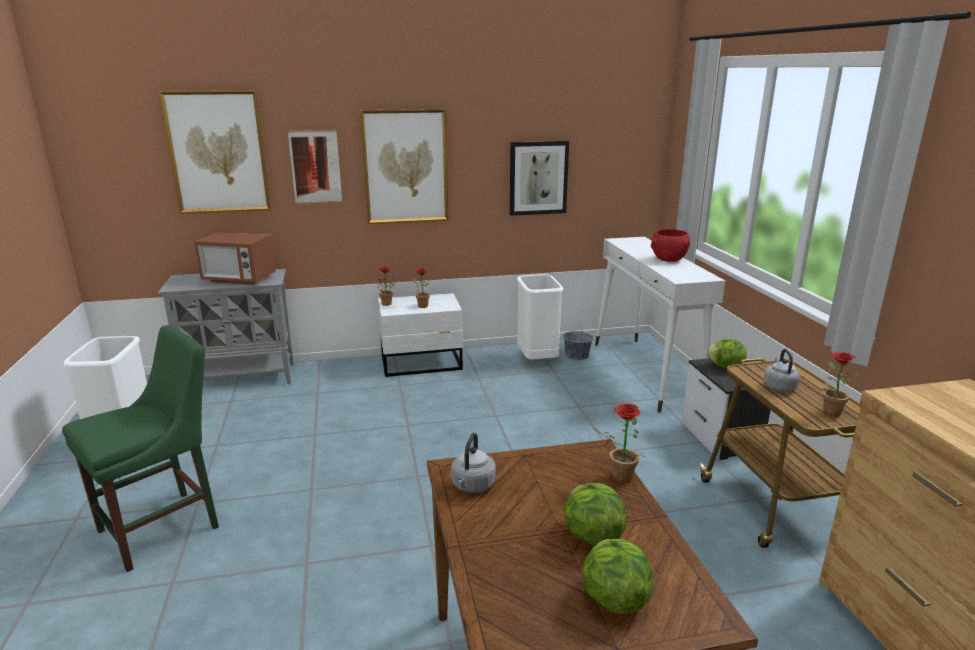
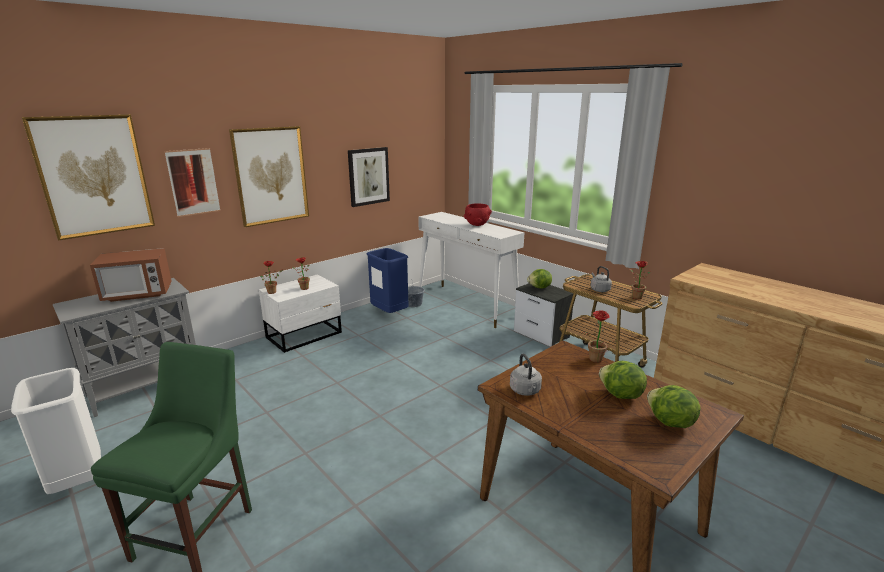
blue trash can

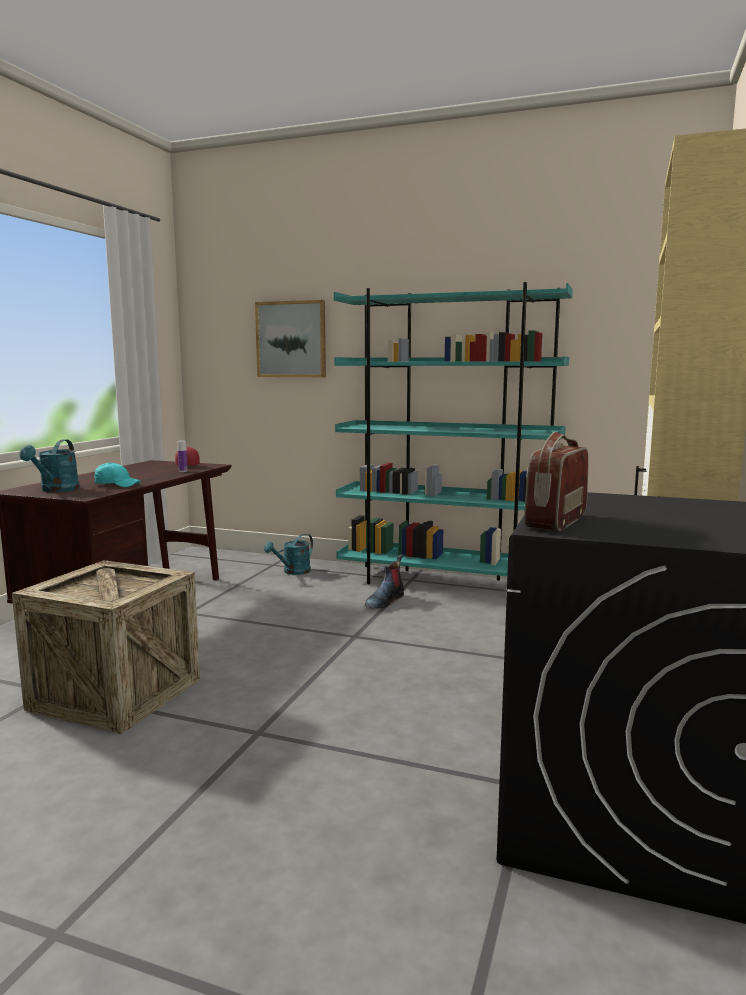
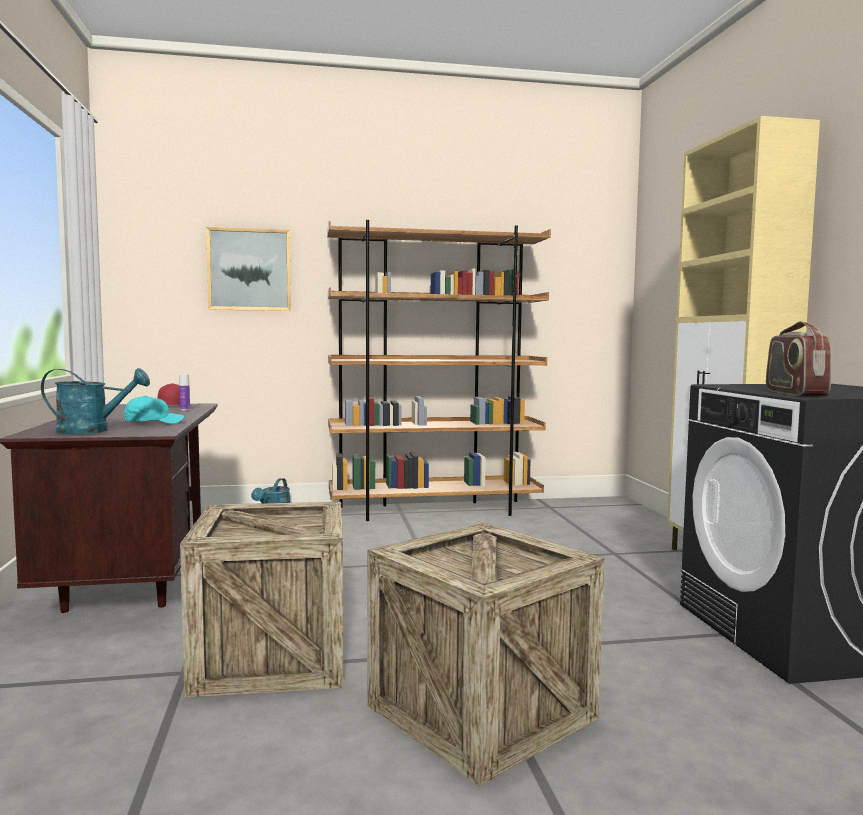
brown bookcase; turquoise watering can (1st from left); boot; crate (2nd from left)

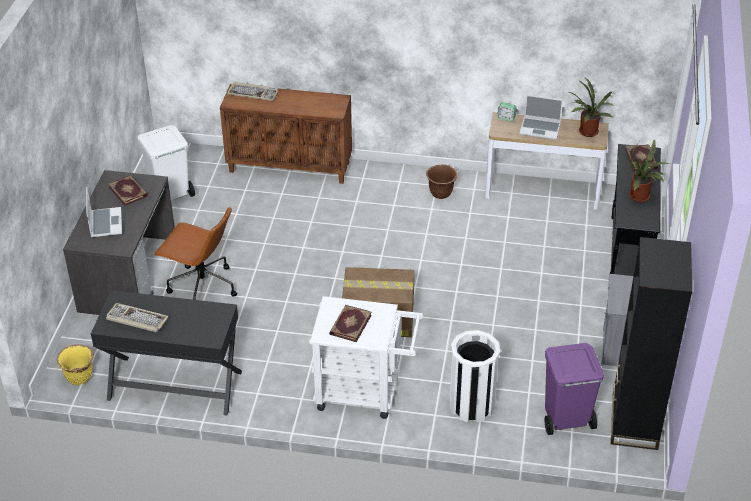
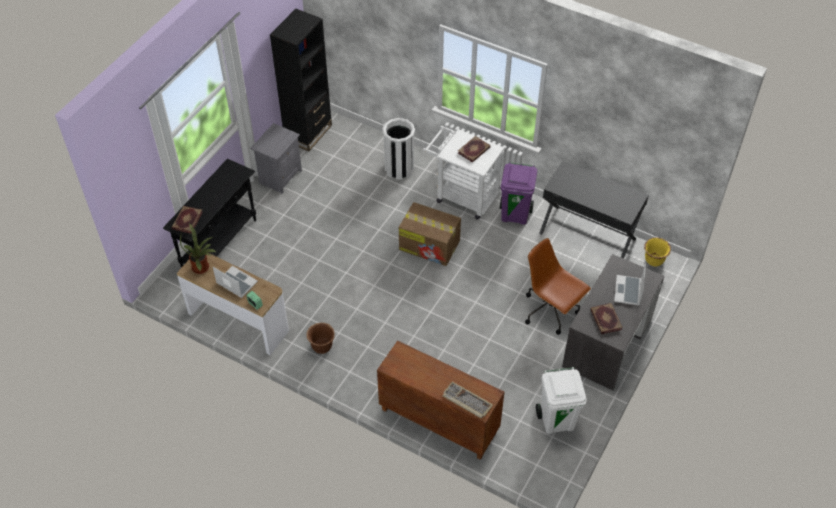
potted plant (2nd from left in the first image); keyboard (1st from left in the first image); purple trash can

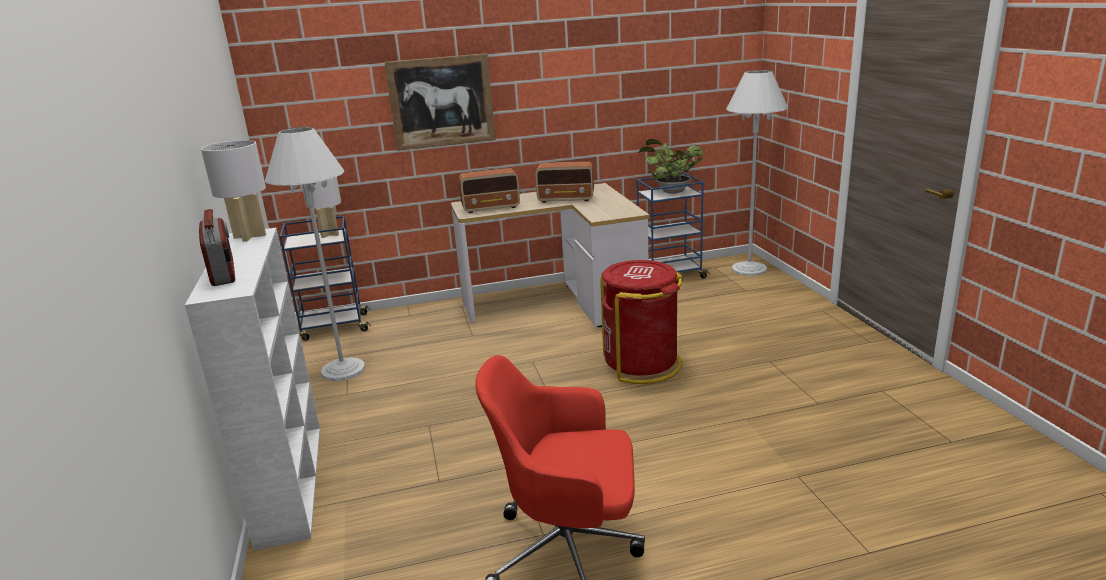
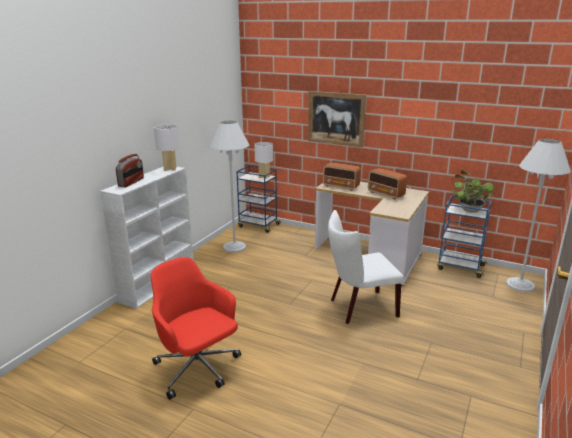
white chair

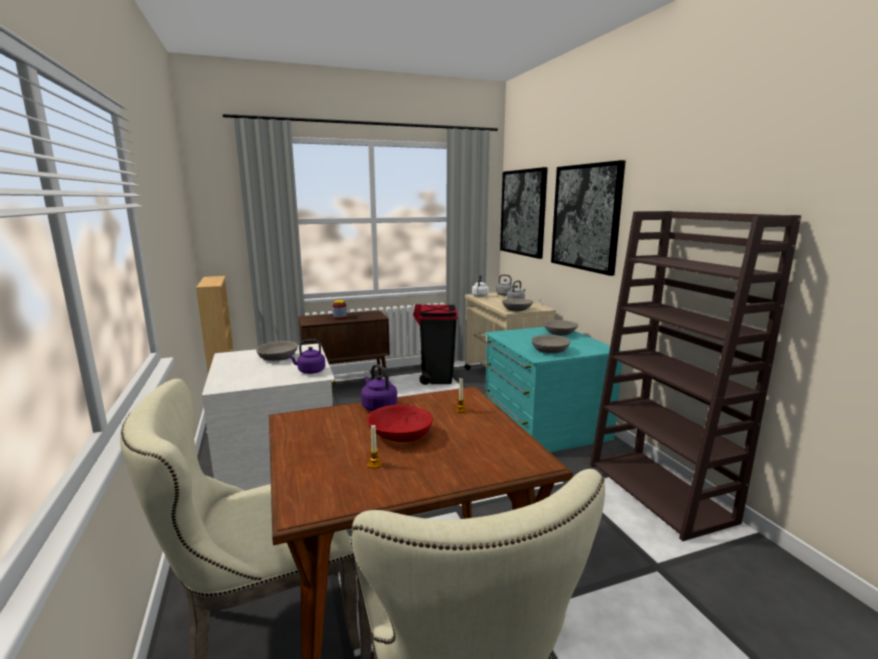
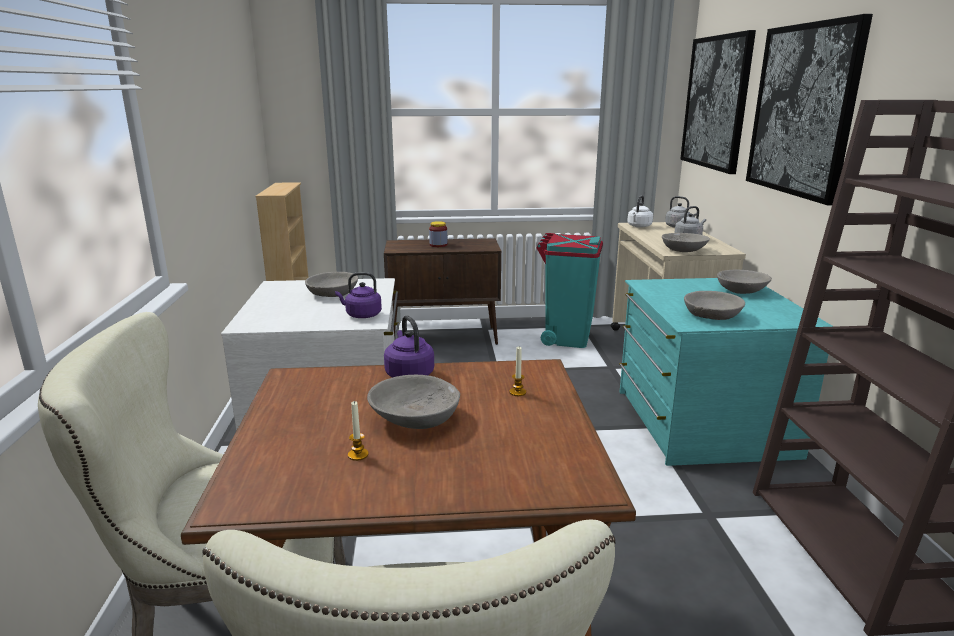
turquoise trash can; grey bowl (2nd from left)

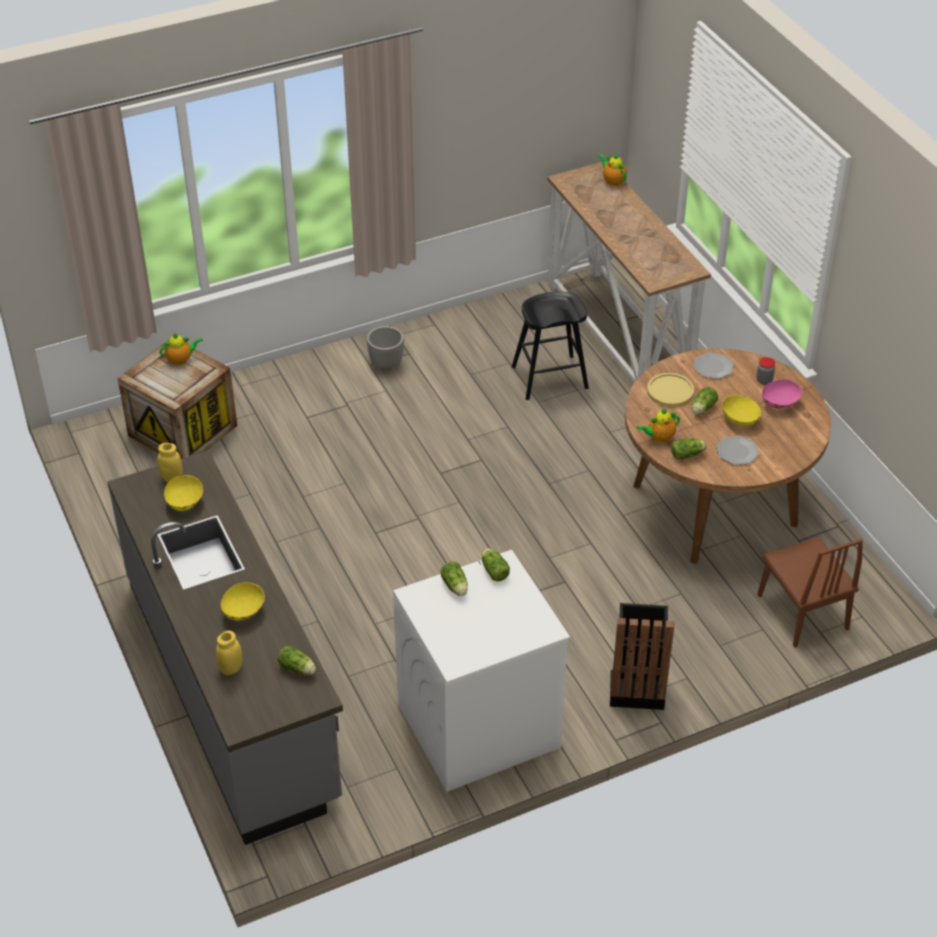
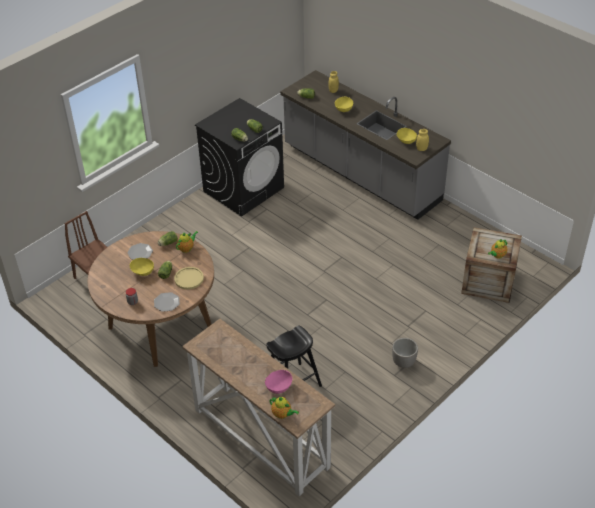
pink bowl; black washing machine; black trash can

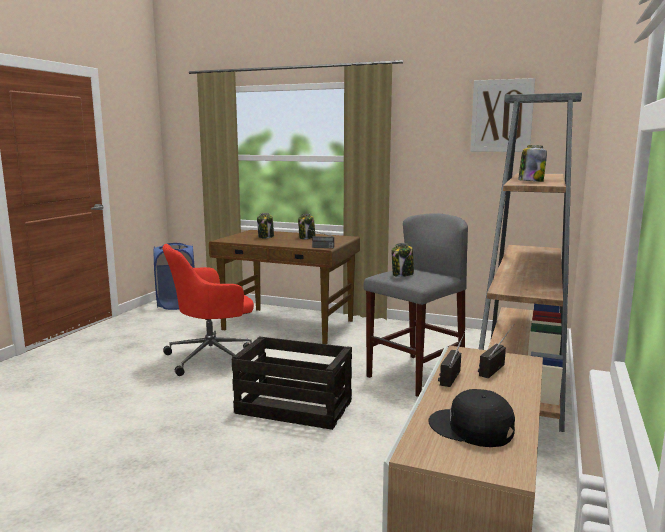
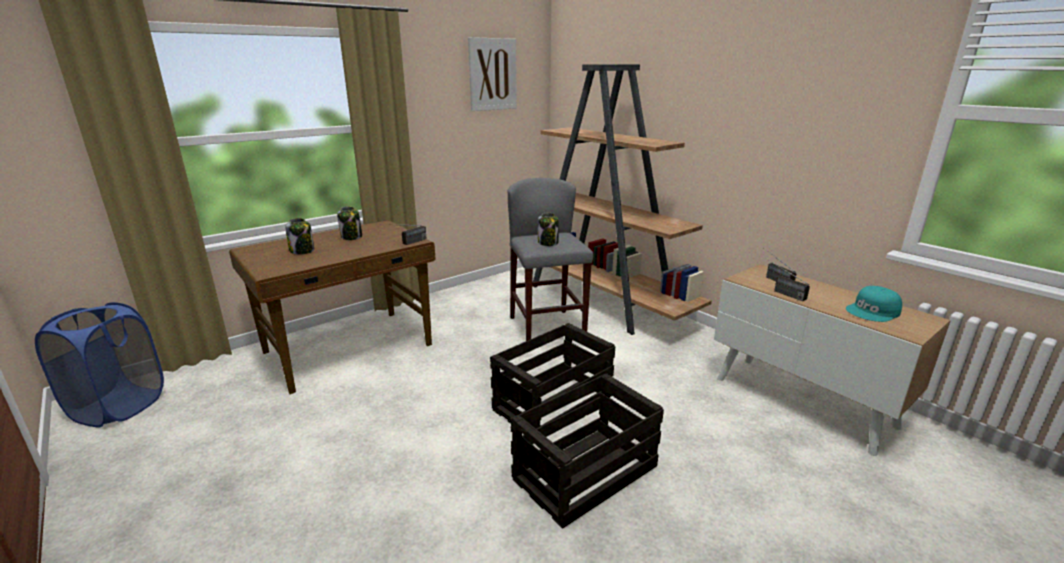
jar (4th from left in the first image); red office chair; turquoise cap; crate (2nd from left)

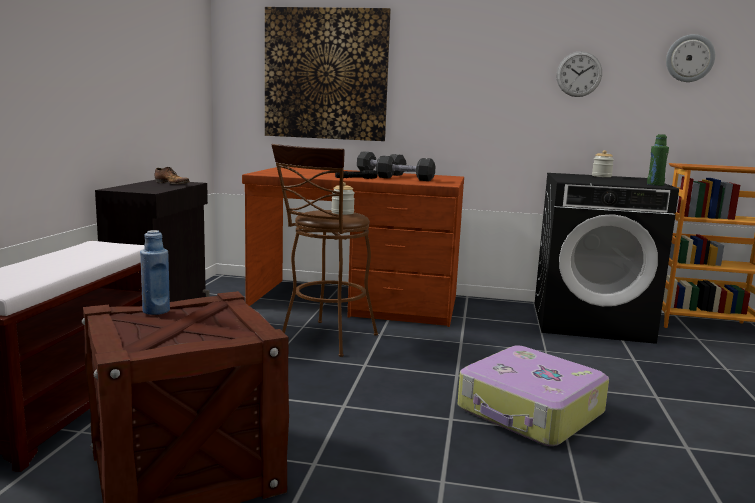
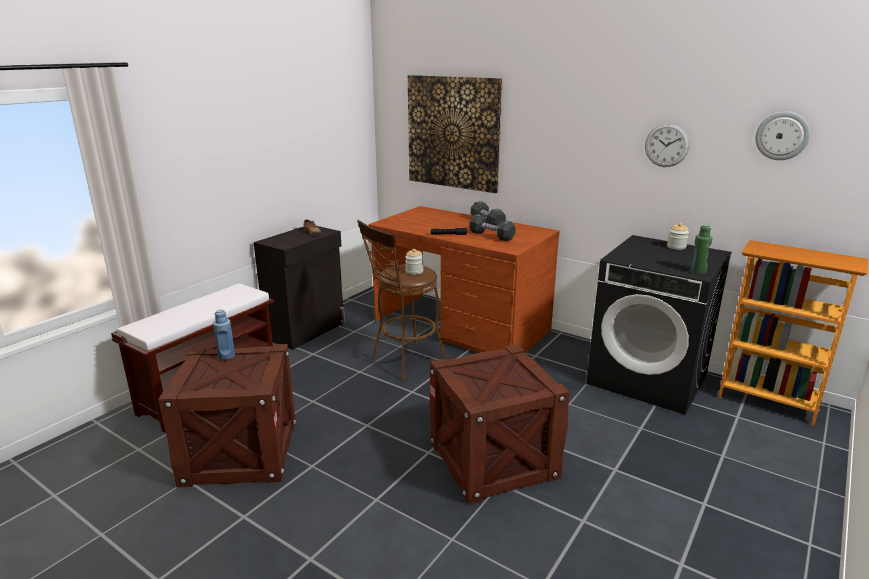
crate (2nd from left)

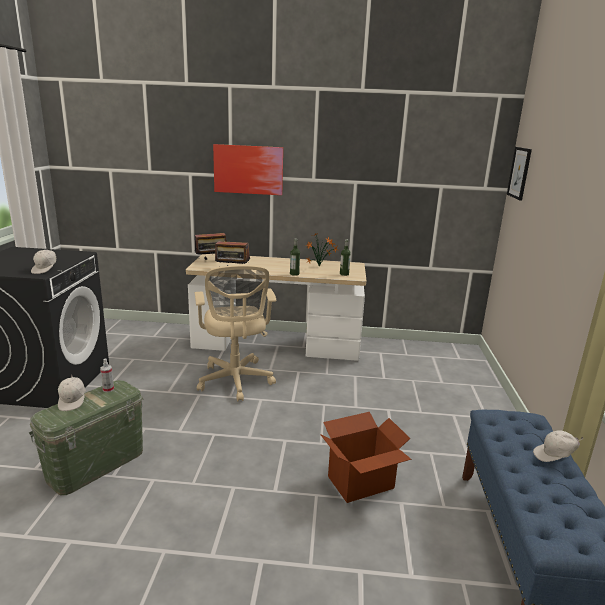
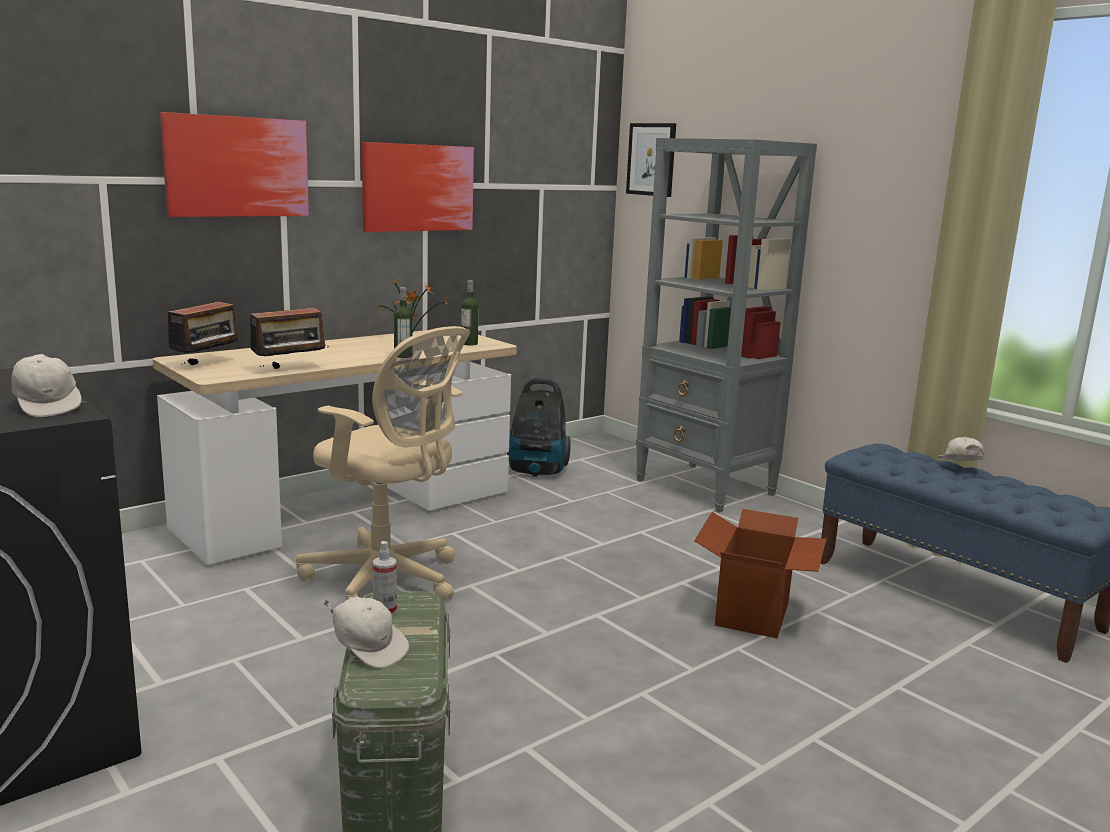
white cap (3rd from left); grey bookcase; picture (2nd from left); vacuum cleaner

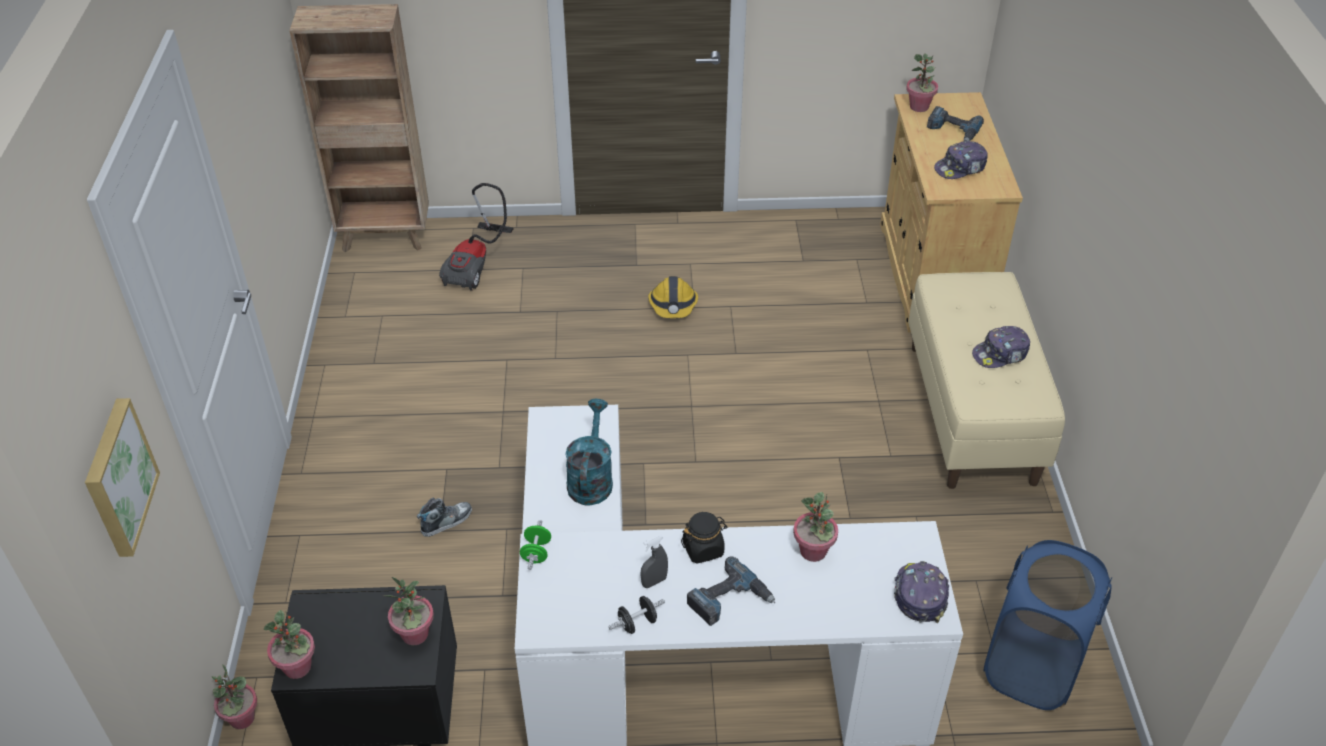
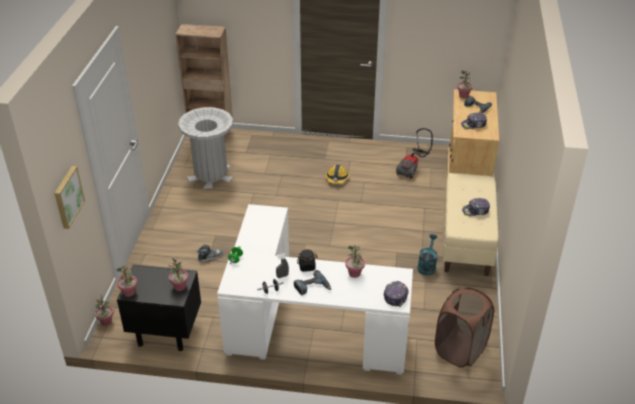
vacuum cleaner; turquoise watering can; brown laundry basket; grey trash can

